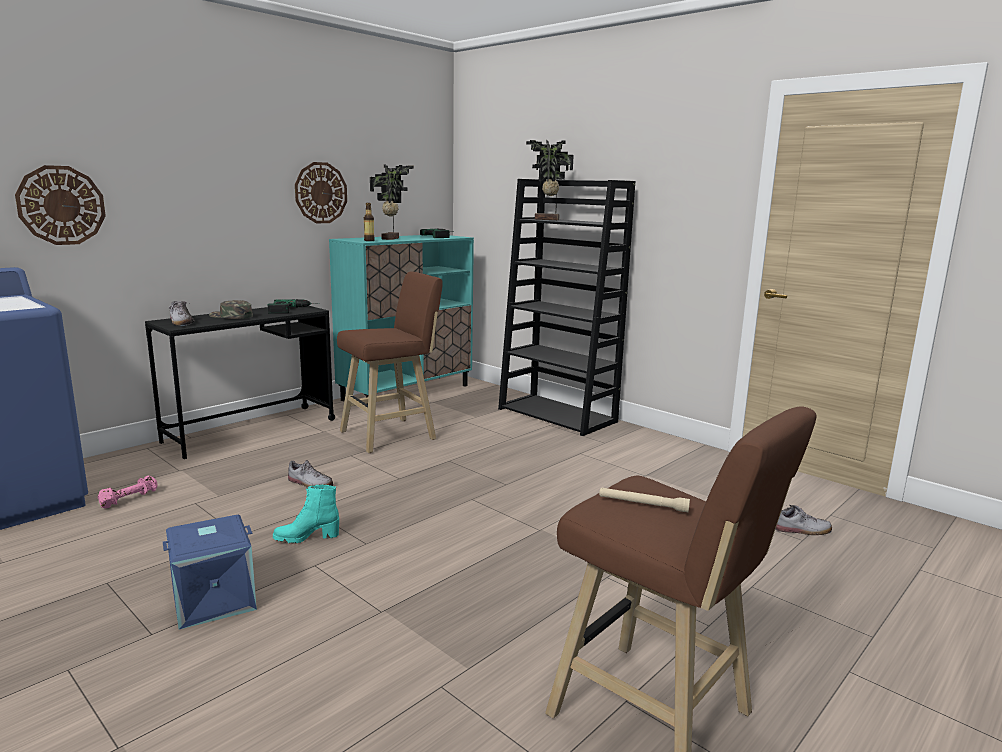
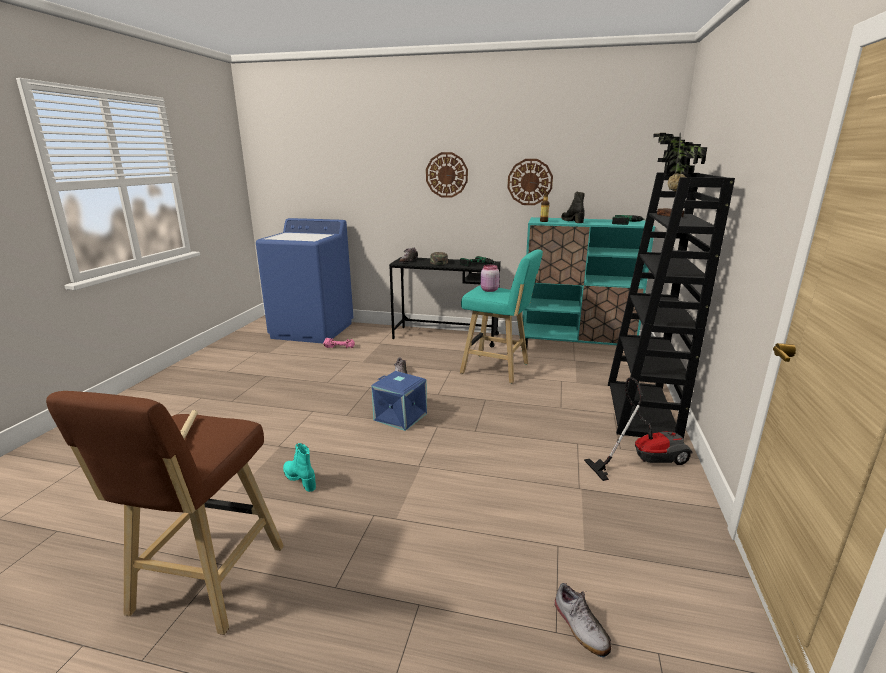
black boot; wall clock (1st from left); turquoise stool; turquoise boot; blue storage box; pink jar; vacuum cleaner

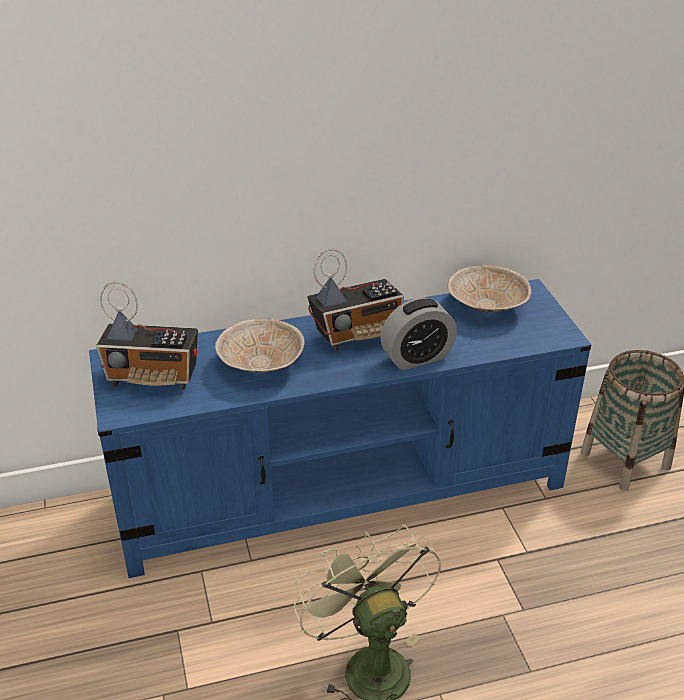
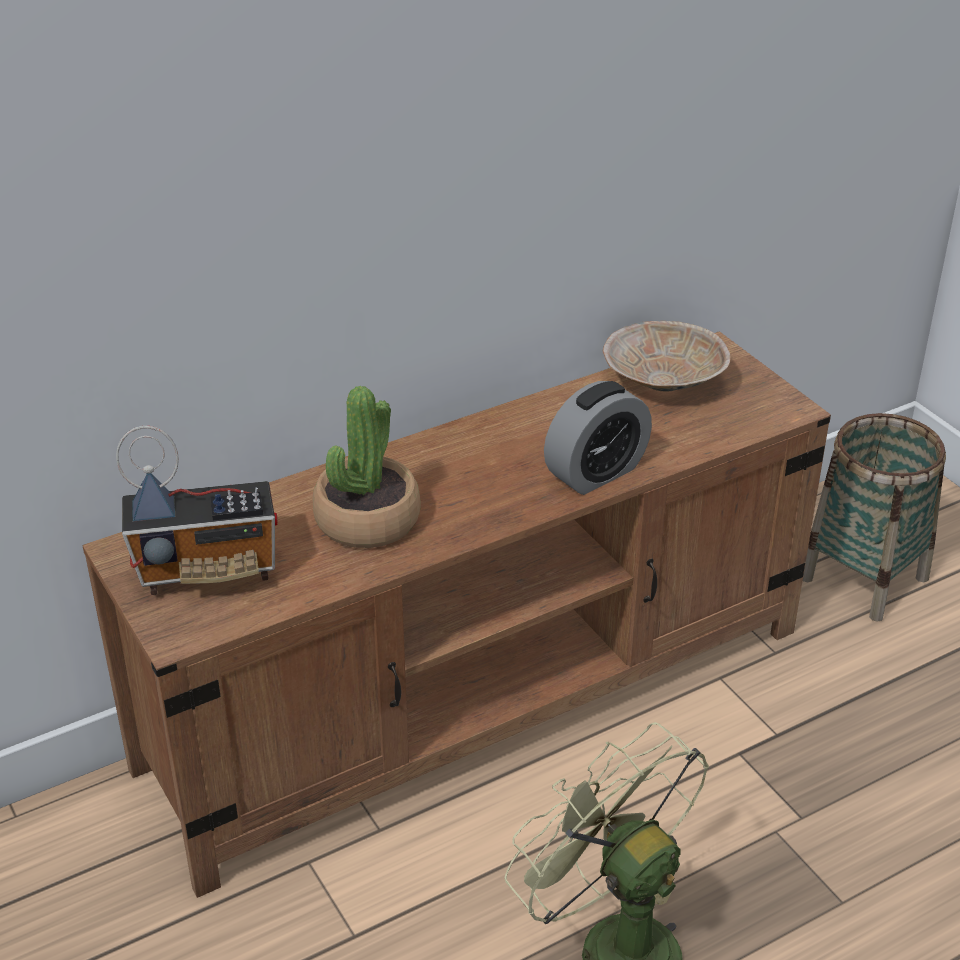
radio (2nd from left in the first image); brown tv stand; potted plant

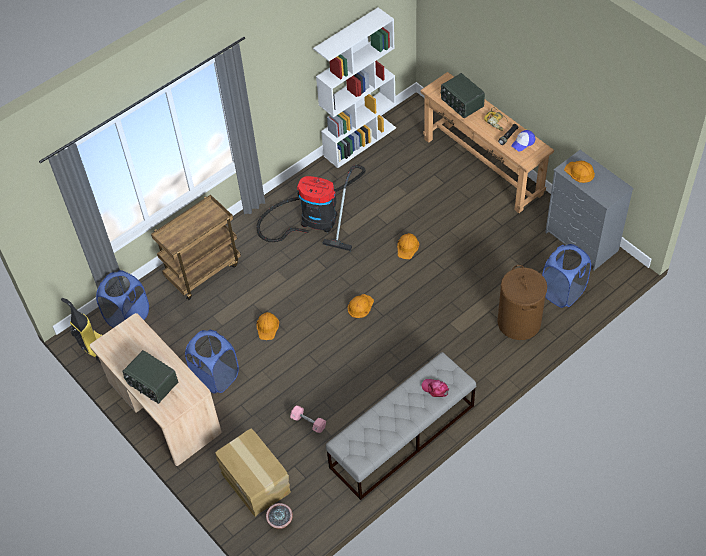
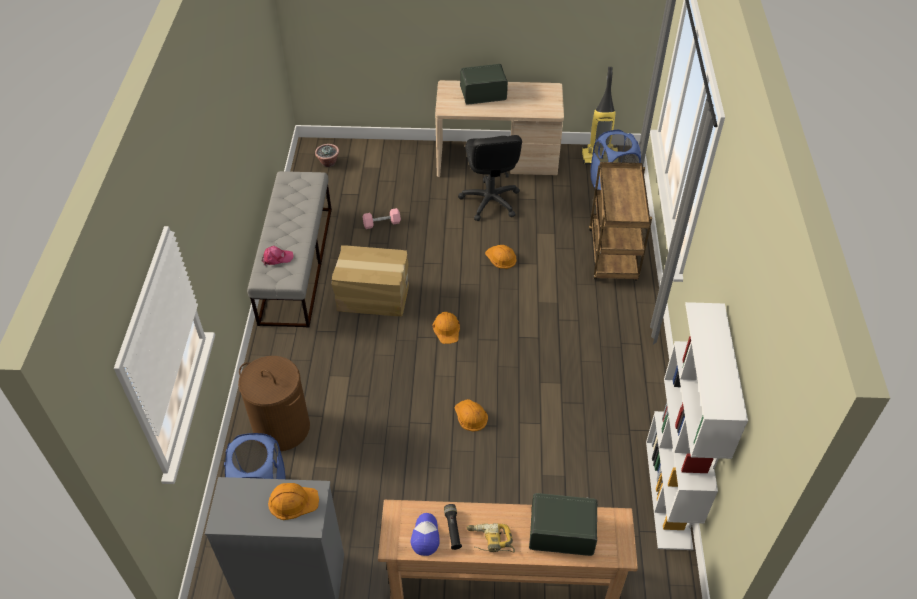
vacuum cleaner (2nd from left in the first image); black office chair; cardboard box

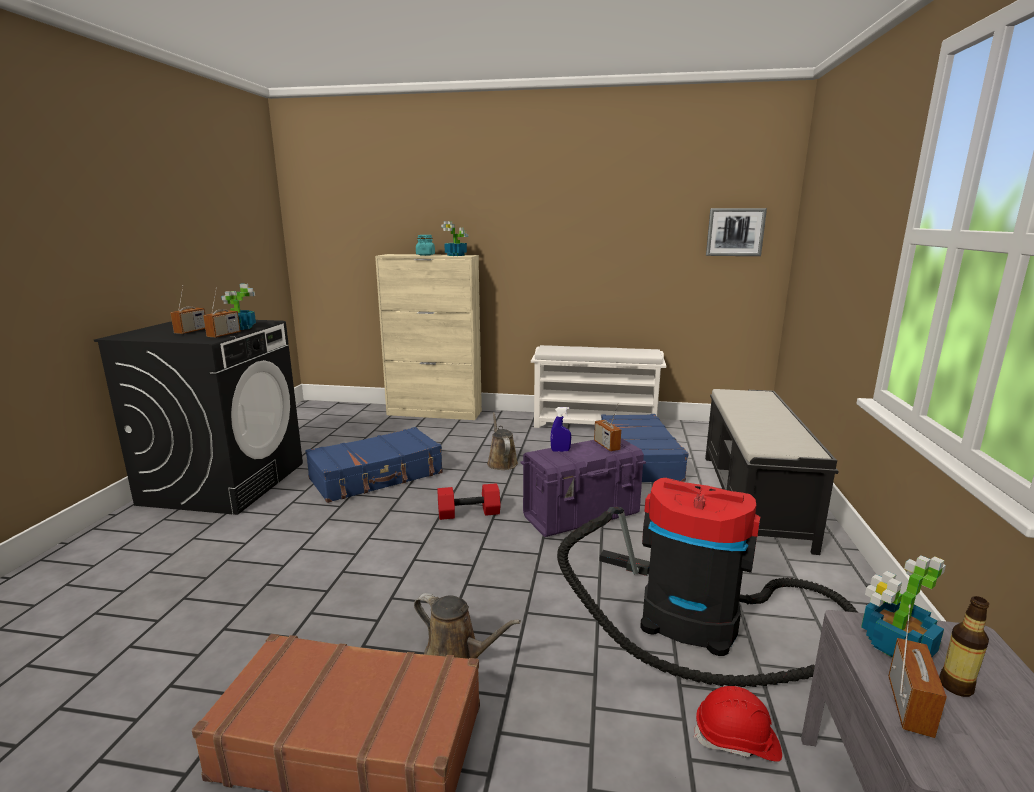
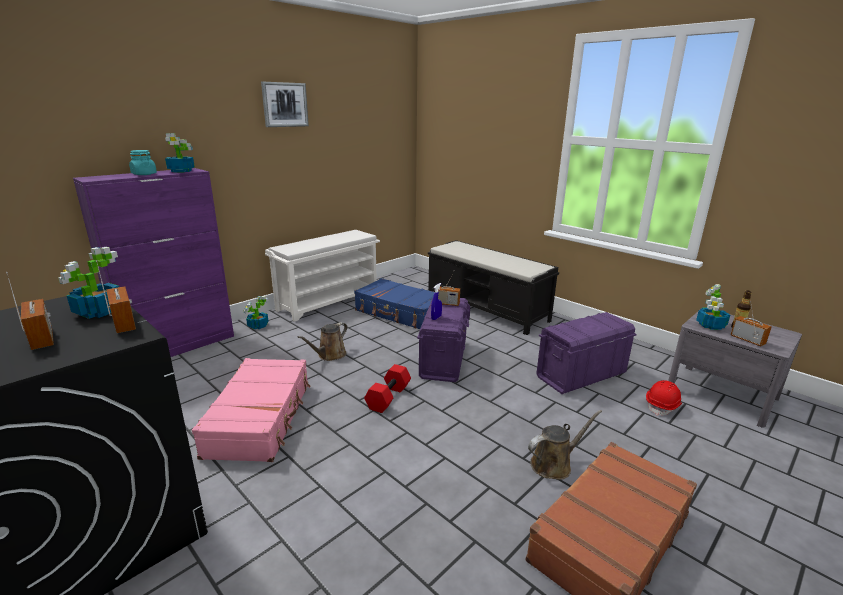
picture; purple cabinet; brown watering can (1st from left); pink suitcase; purple storage box (2nd from left); potted plant (3rd from left)

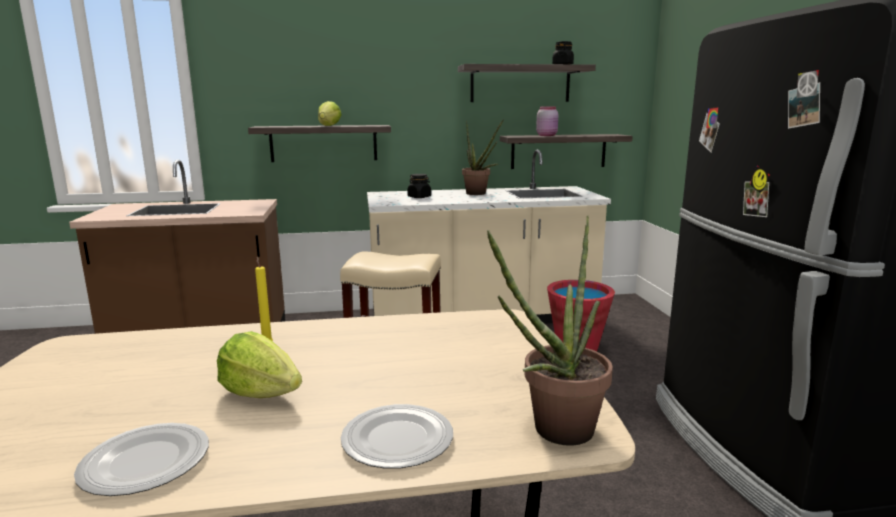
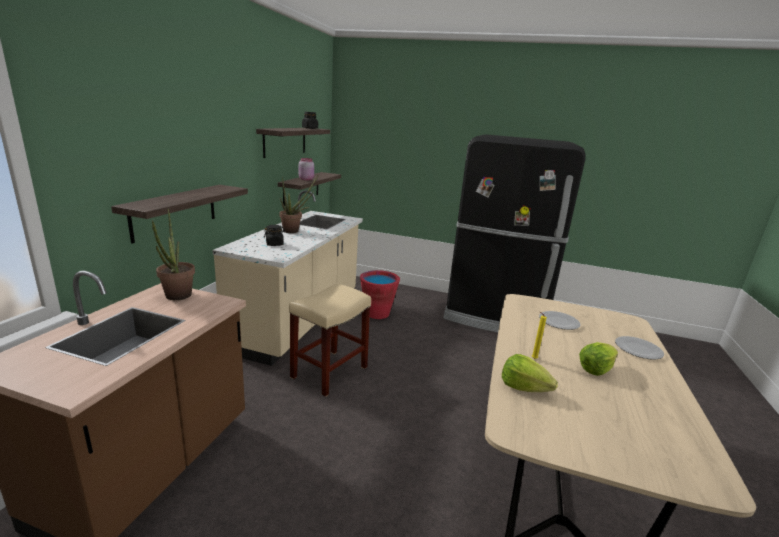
lettuce (1st from left); potted plant (1st from left); plate (1st from left)

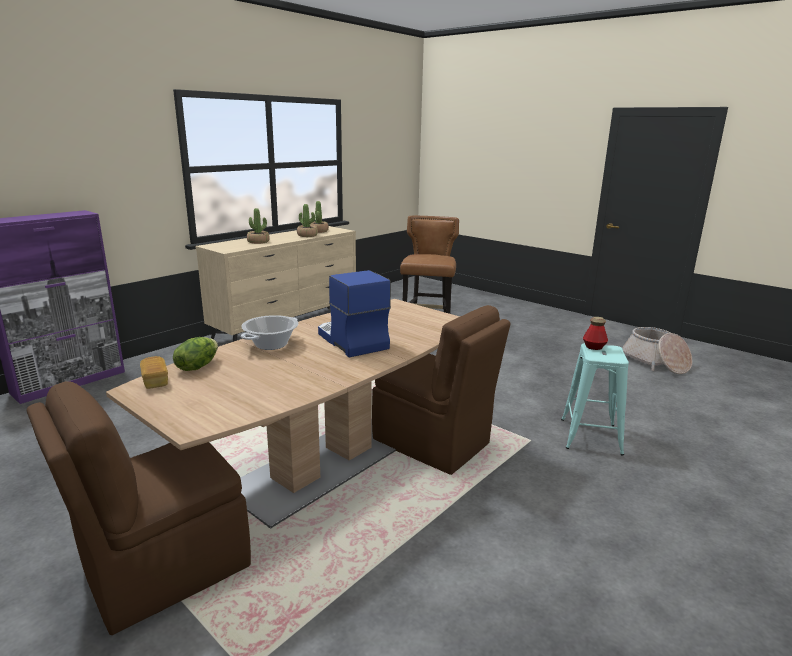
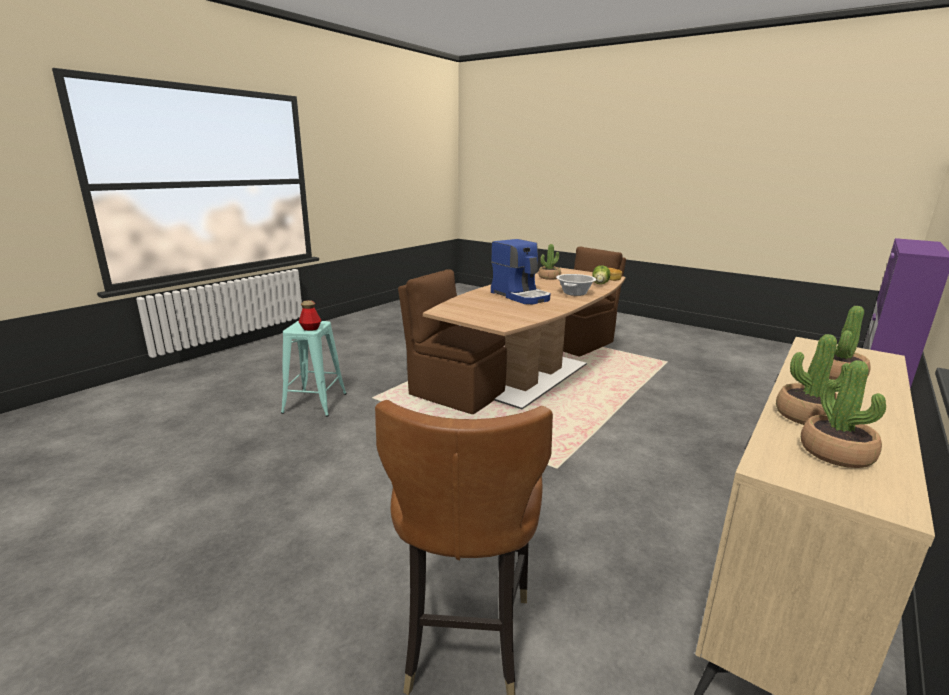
basket; potted plant (1st from left)

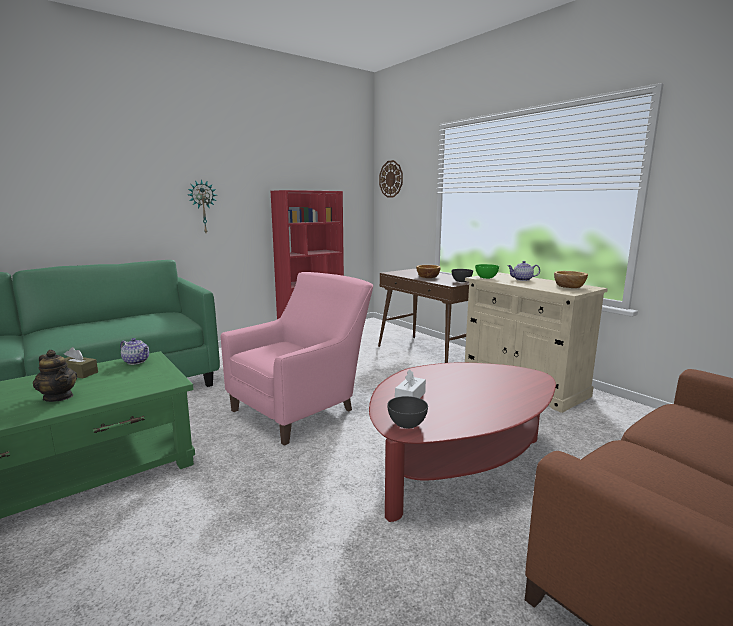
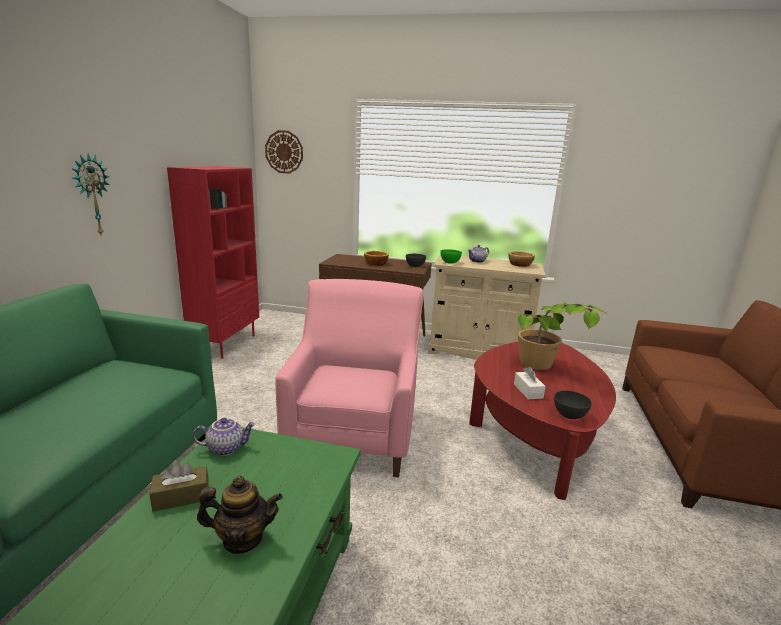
potted plant

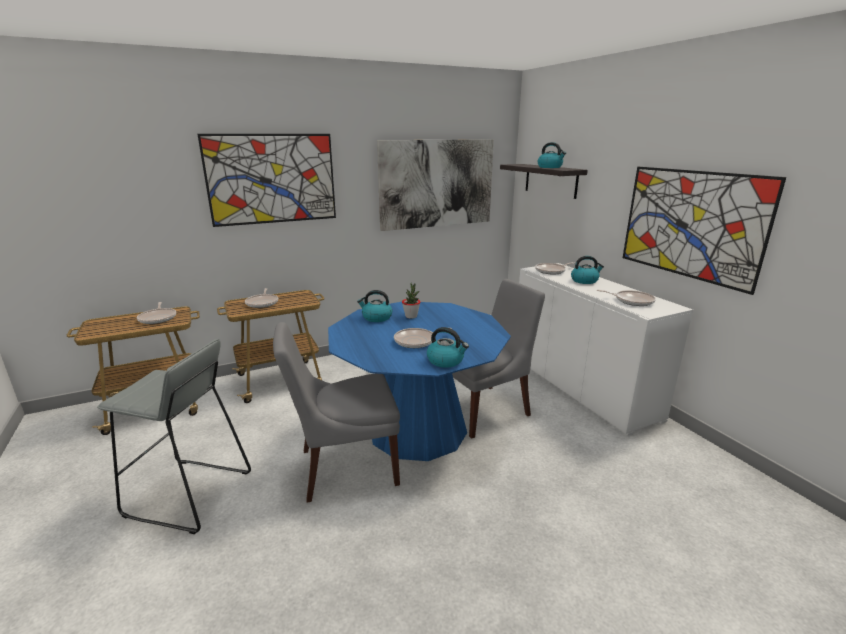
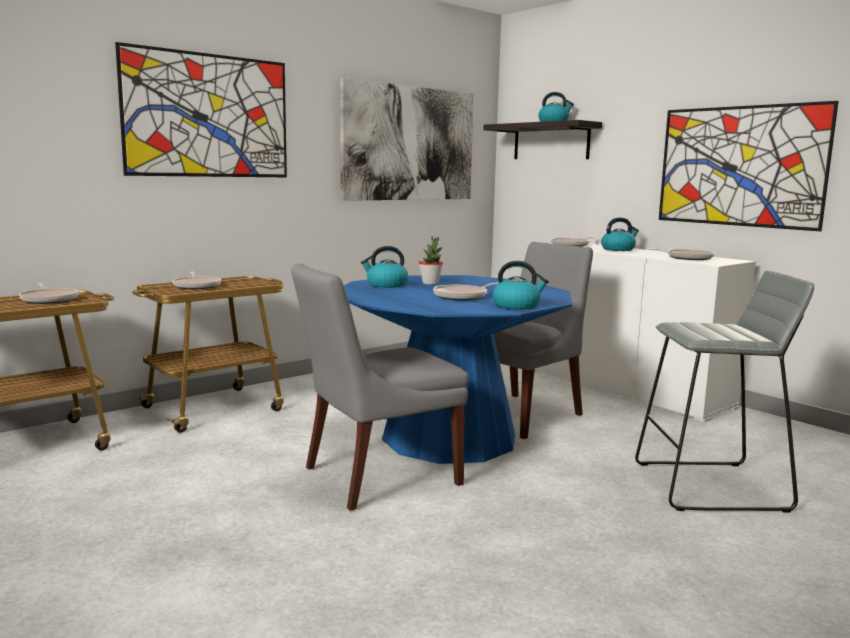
grey stool

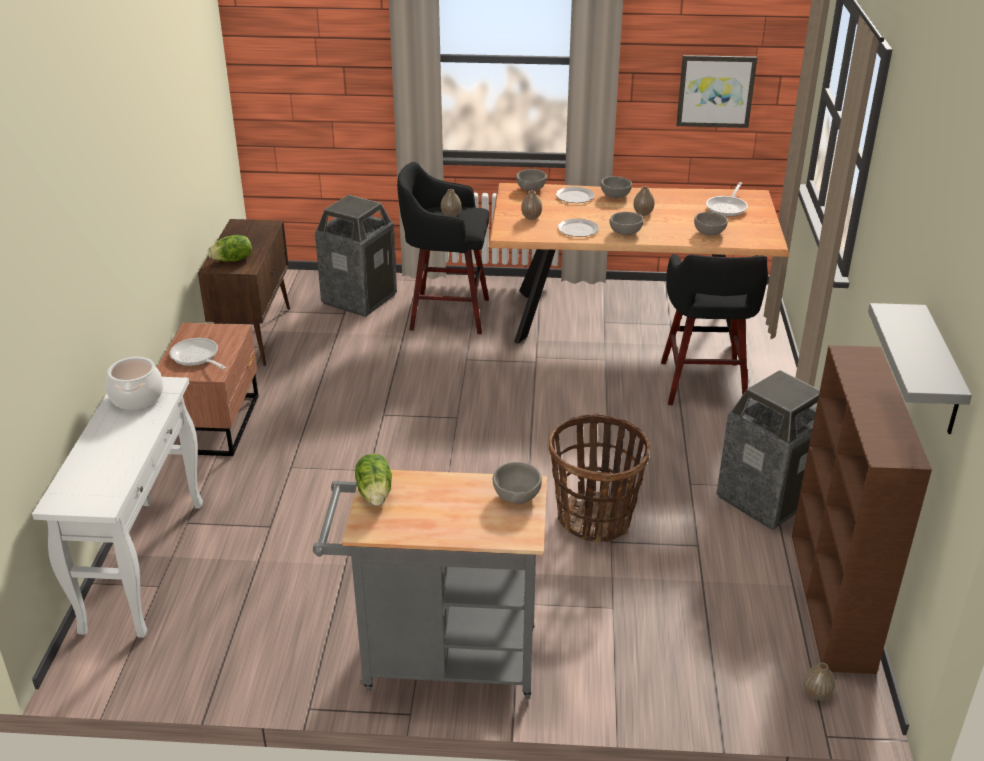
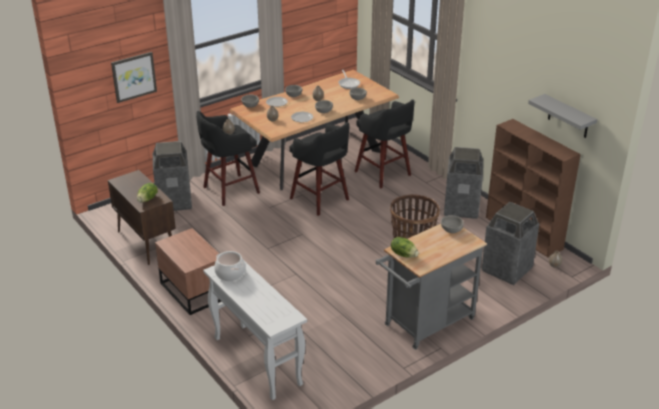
picture; frying pan (1st from left in the first image); black stool (2nd from left); trash can (3rd from left)

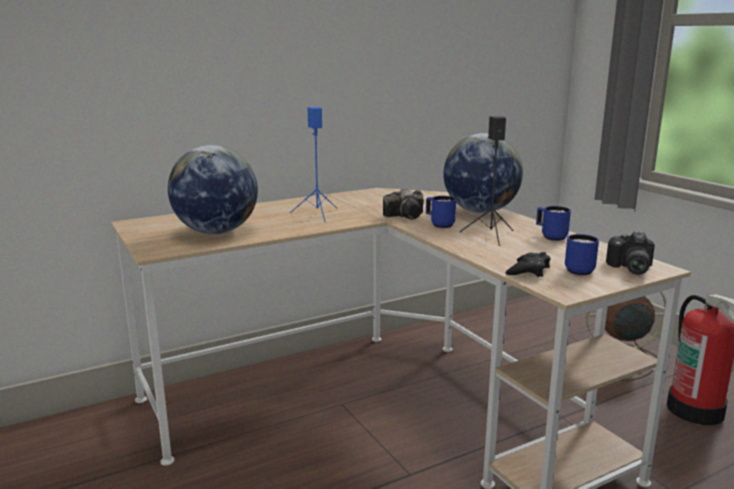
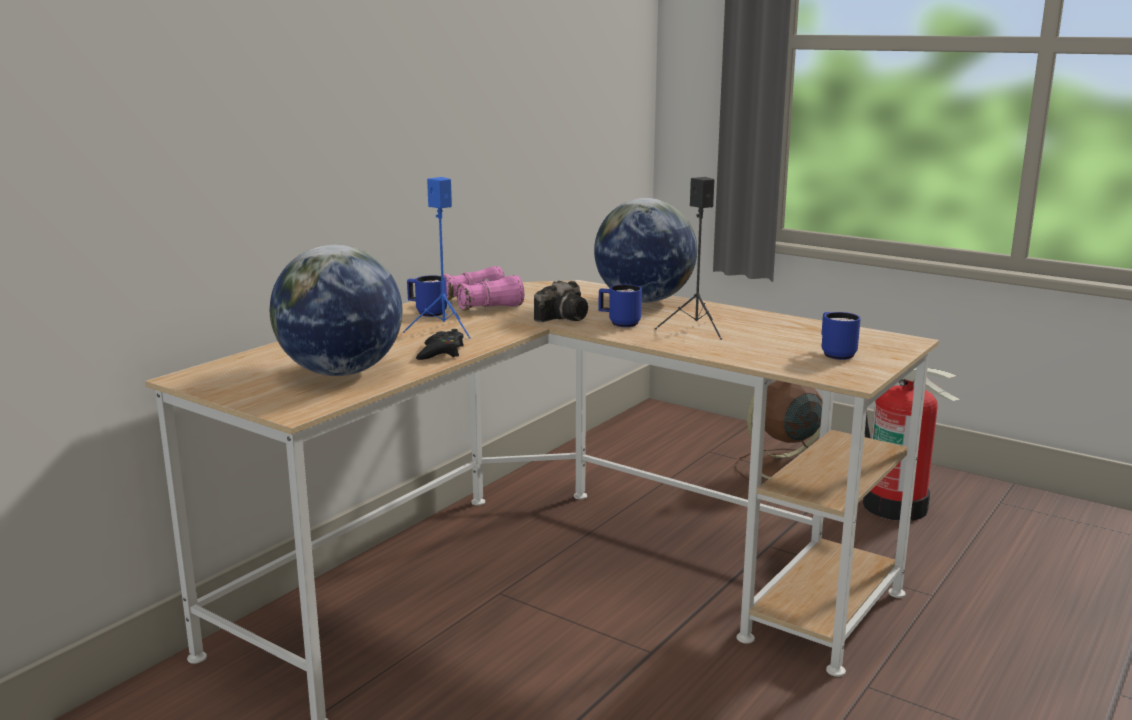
blue mug (1st from left); photo camera (2nd from left in the first image); black game controller; pink binoculars

